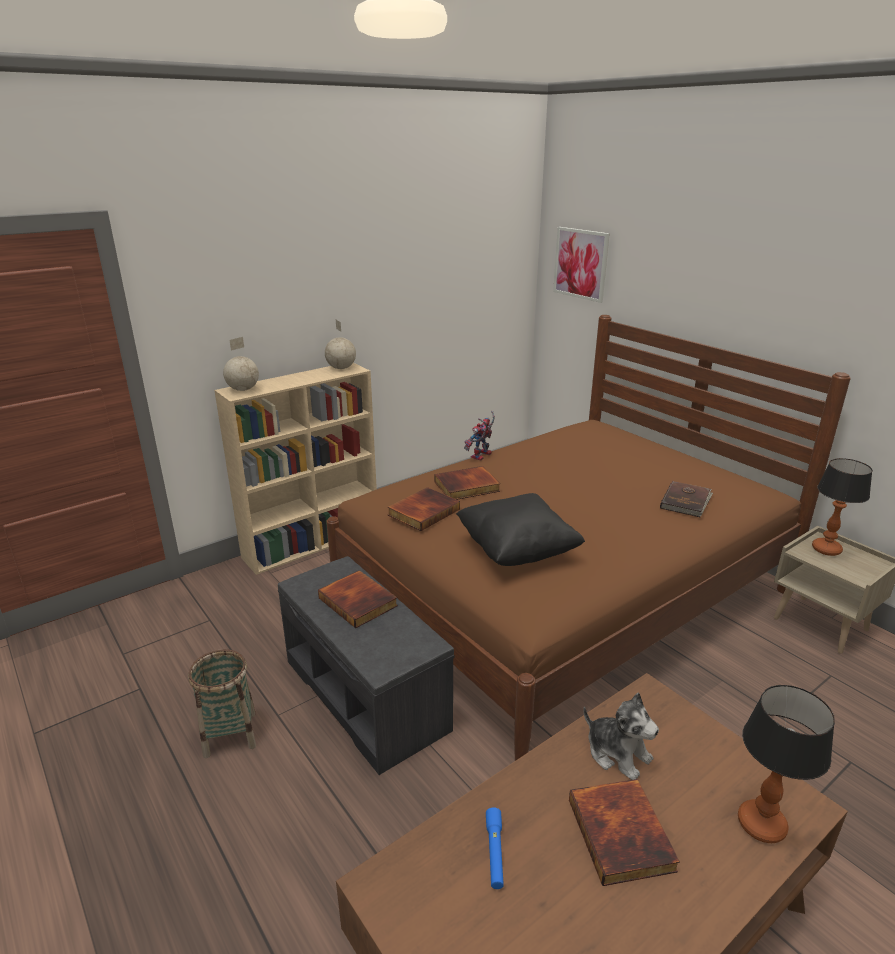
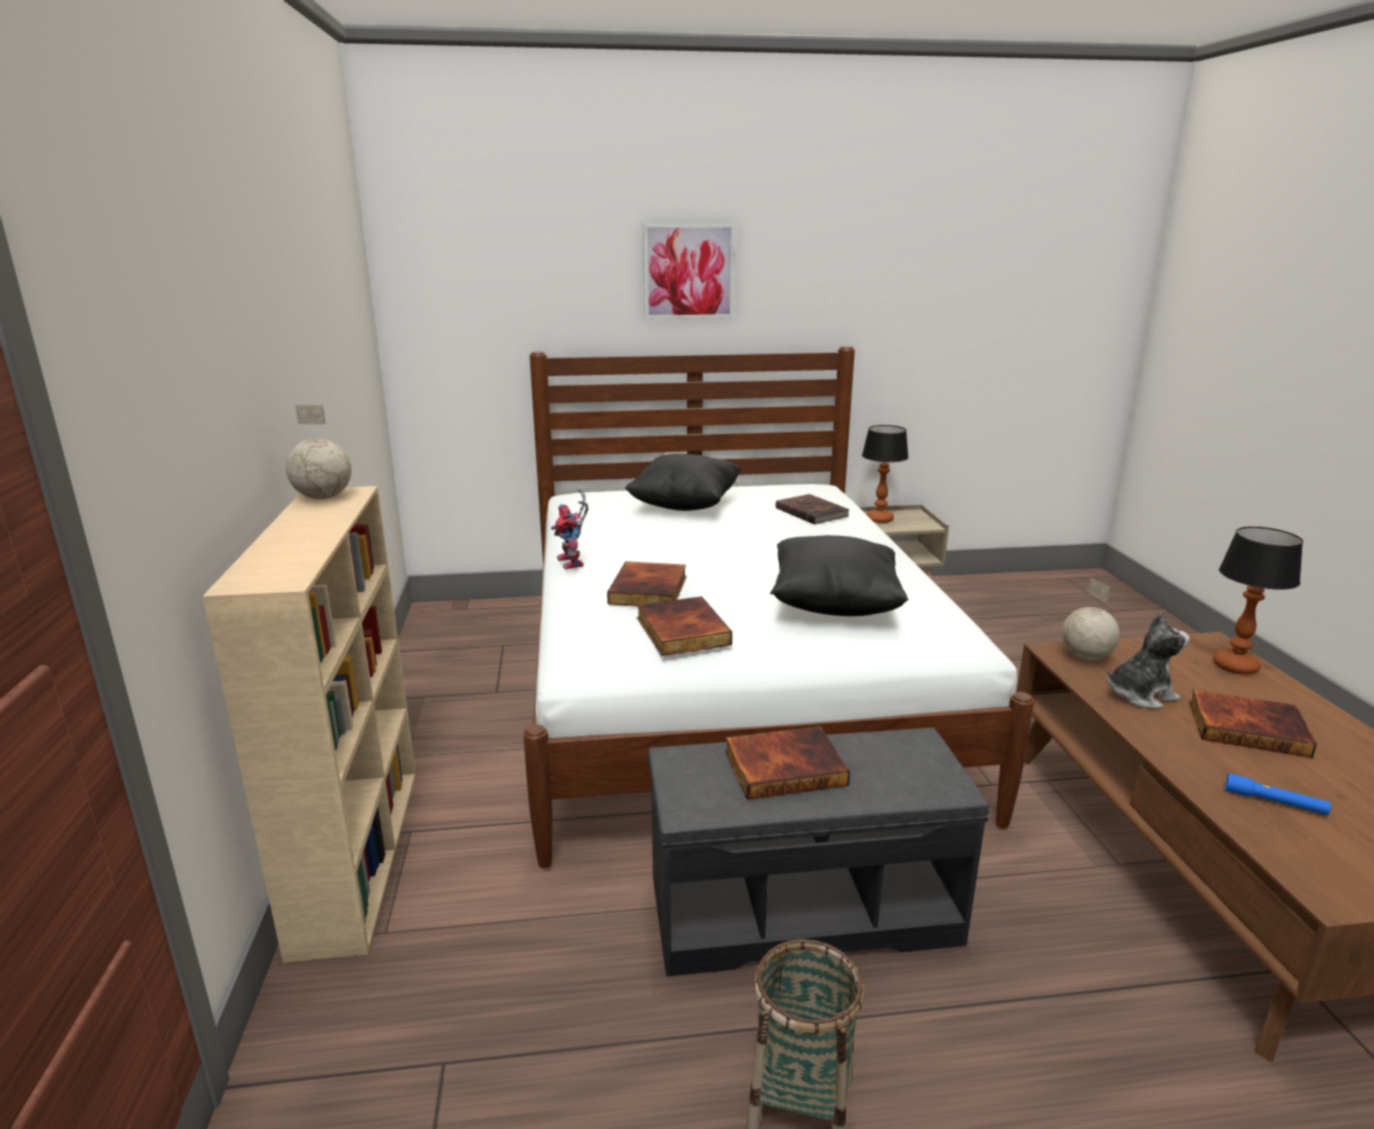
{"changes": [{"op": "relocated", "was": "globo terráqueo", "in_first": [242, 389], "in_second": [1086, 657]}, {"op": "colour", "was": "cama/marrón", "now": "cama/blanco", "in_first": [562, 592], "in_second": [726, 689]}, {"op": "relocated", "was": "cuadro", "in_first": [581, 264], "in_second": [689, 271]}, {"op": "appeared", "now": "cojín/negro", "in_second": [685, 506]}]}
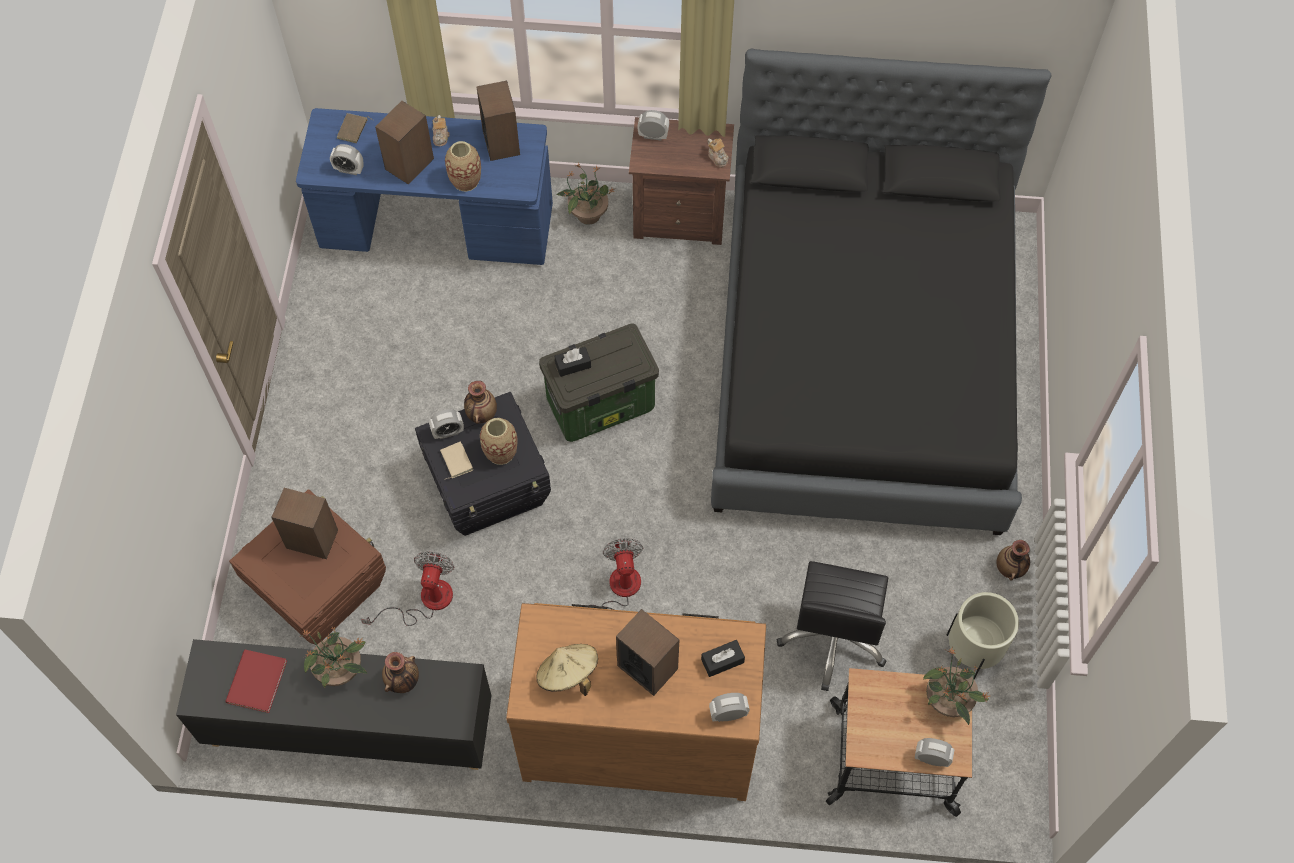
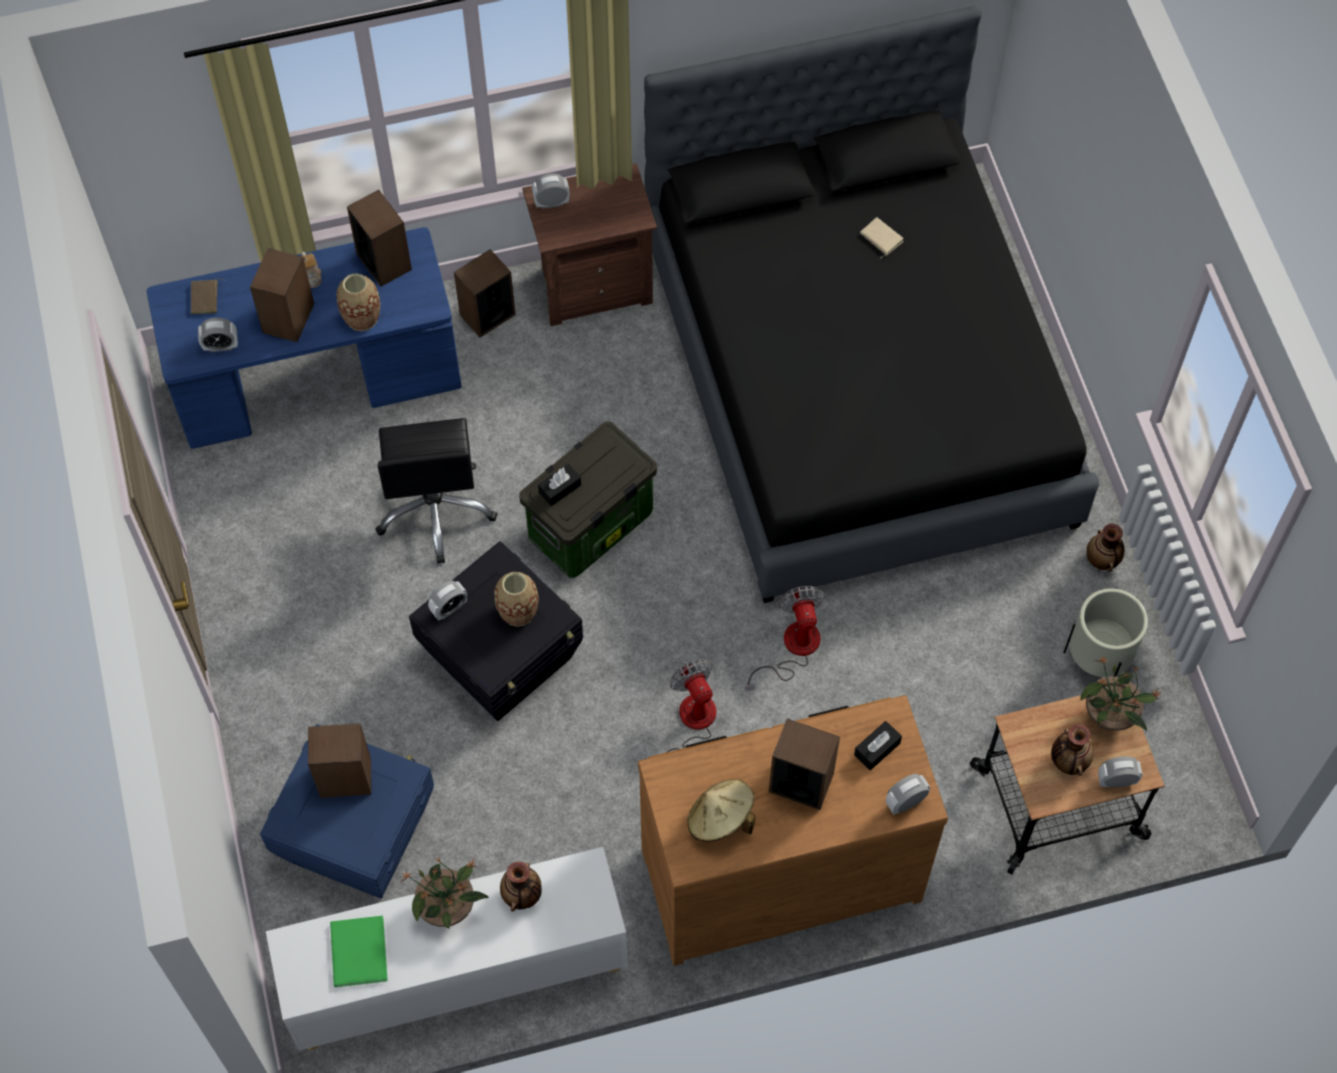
{"changes": [{"op": "colour", "was": "armario/negro", "now": "armario/blanco", "in_first": [349, 726], "in_second": [456, 974]}, {"op": "colour", "was": "libro/rojo", "now": "libro/verde", "in_first": [254, 683], "in_second": [357, 954]}, {"op": "colour", "was": "caja de almacenaje/marrón", "now": "caja de almacenaje/azul", "in_first": [319, 587], "in_second": [356, 833]}, {"op": "relocated", "was": "ventilador", "in_first": [425, 601], "in_second": [792, 649]}, {"op": "relocated", "was": "libro/beis", "in_first": [455, 461], "in_second": [880, 238]}, {"op": "relocated", "was": "florero", "in_first": [481, 414], "in_second": [1068, 761]}, {"op": "exchanged", "was": "planta en maceta", "now": "altavoz", "in_first": [587, 214], "in_second": [487, 314]}, {"op": "missing", "was": "tetera", "in_first": [718, 157]}, {"op": "relocated", "was": "silla de oficina/negro", "in_first": [833, 638], "in_second": [436, 509]}]}
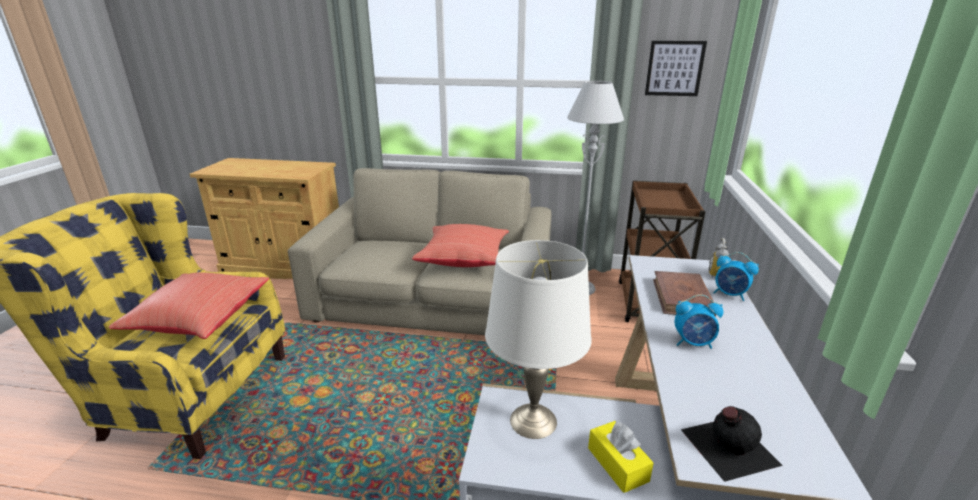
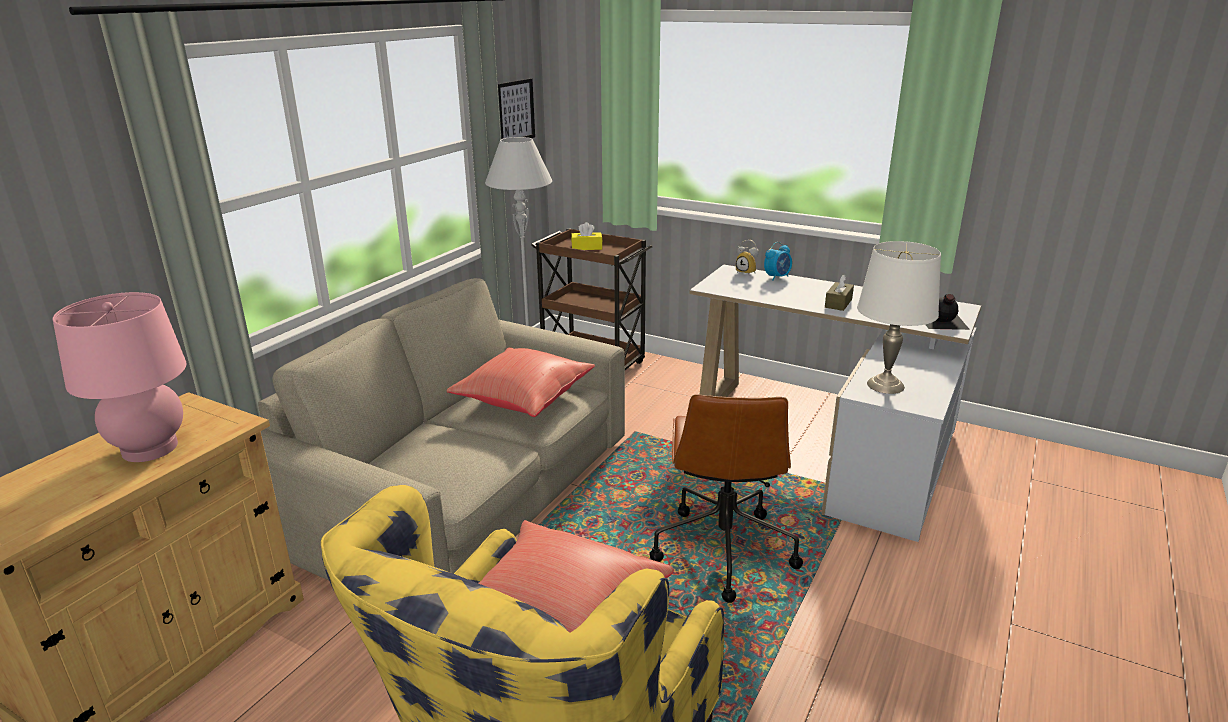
{"changes": [{"op": "relocated", "was": "caja de pañuelos/amarillo", "in_first": [617, 464], "in_second": [586, 247]}, {"op": "missing", "was": "libro/marrón", "in_first": [682, 297]}, {"op": "exchanged", "was": "despertador", "now": "caja de pañuelos/marrón", "in_first": [693, 343], "in_second": [838, 303]}, {"op": "appeared", "now": "lámpara de mesa/rosa", "in_second": [150, 448]}, {"op": "appeared", "now": "silla de oficina/marrón", "in_second": [723, 549]}]}
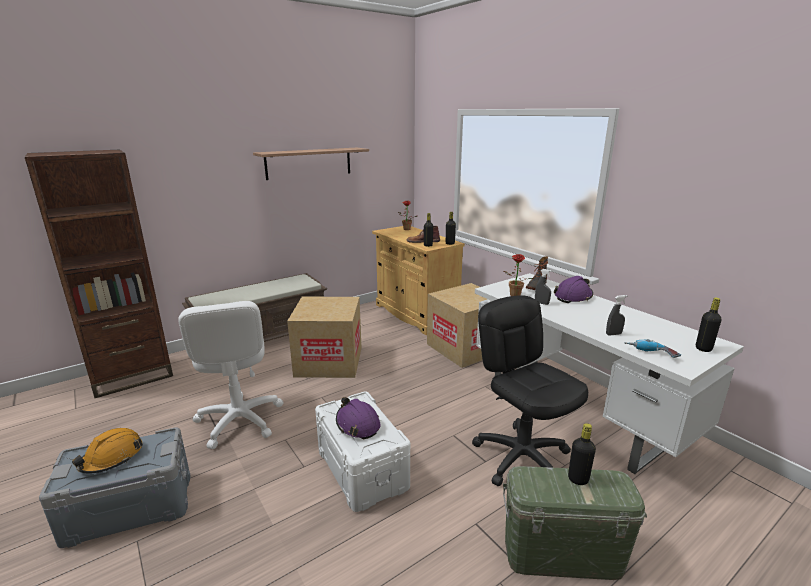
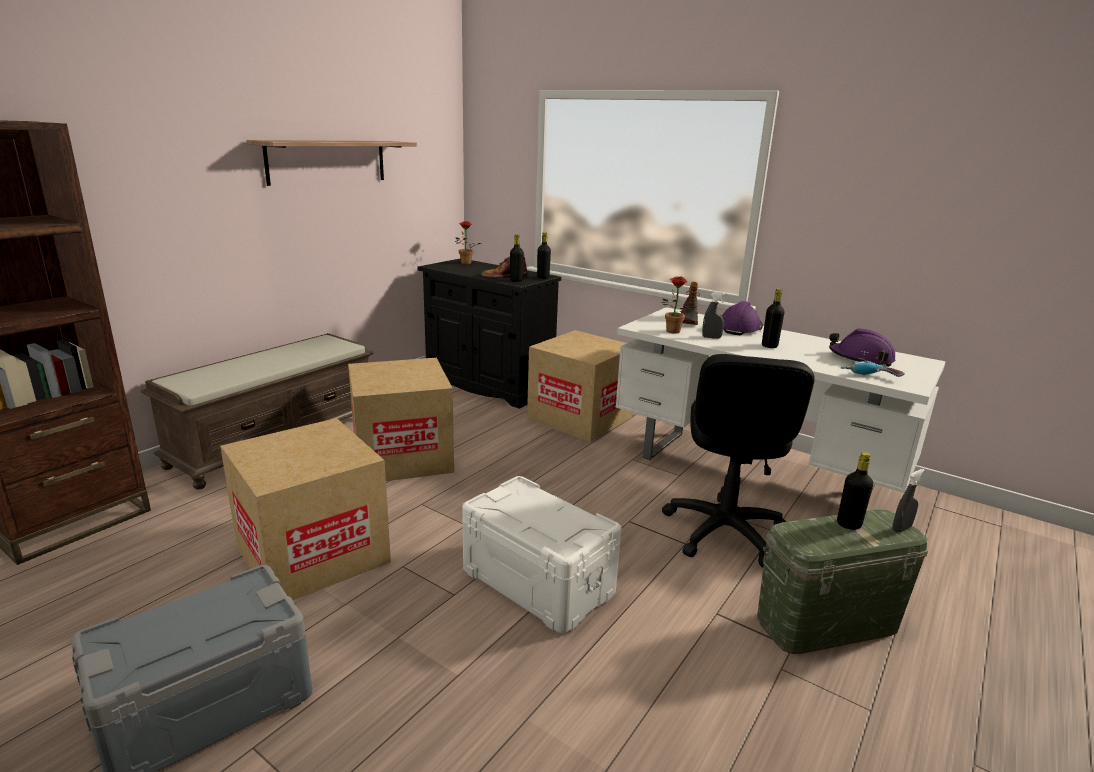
{"changes": [{"op": "missing", "was": "casco/naranja", "in_first": [112, 458]}, {"op": "exchanged", "was": "silla de oficina/blanco", "now": "caja de cartón", "in_first": [239, 420], "in_second": [312, 554]}, {"op": "relocated", "was": "casco/morado", "in_first": [357, 424], "in_second": [860, 359]}, {"op": "colour", "was": "armario/beis", "now": "armario/negro", "in_first": [415, 314], "in_second": [488, 384]}, {"op": "spun", "was": "silla de oficina/negro", "in_first": [522, 457], "in_second": [723, 531], "clockwise": -120}, {"op": "relocated", "was": "pulverizador/gris", "in_first": [613, 334], "in_second": [901, 528]}, {"op": "relocated", "was": "botella/negro", "in_first": [703, 348], "in_second": [769, 346]}]}
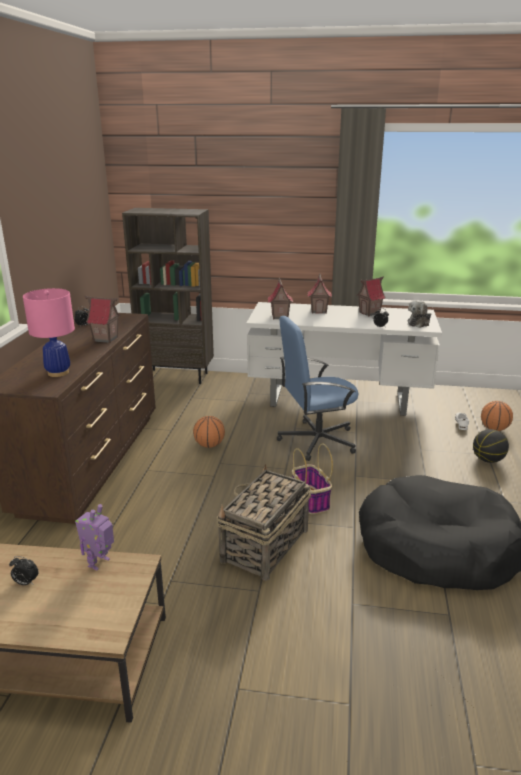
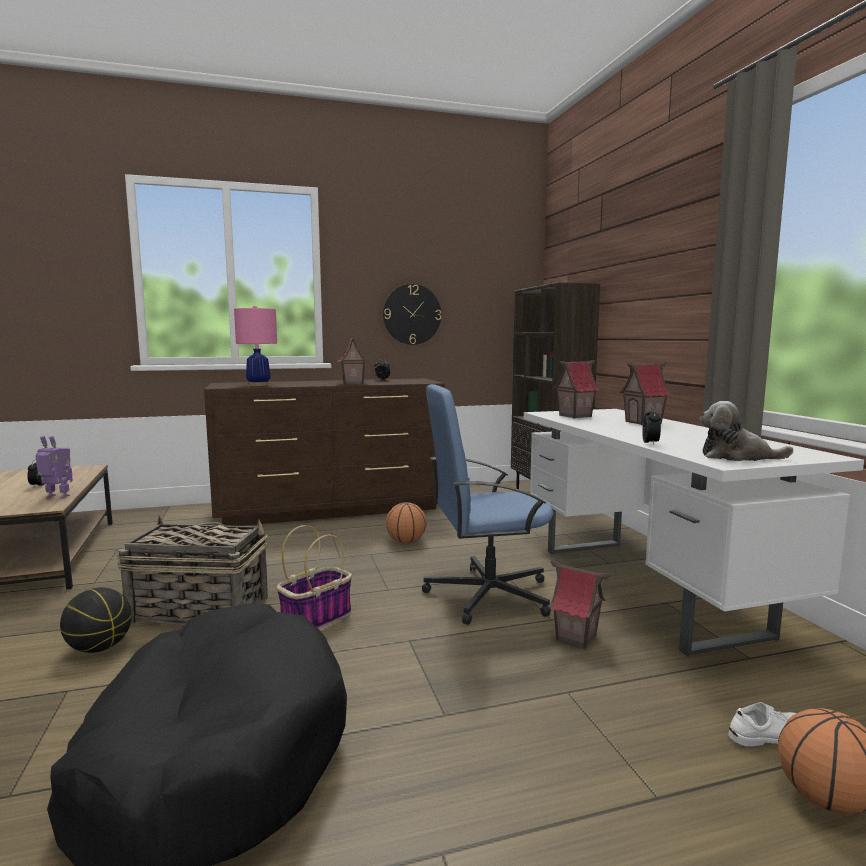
{"changes": [{"op": "spun", "was": "silla de oficina/azul", "in_first": [316, 440], "in_second": [486, 595], "clockwise": -60}, {"op": "relocated", "was": "casita", "in_first": [369, 313], "in_second": [576, 637]}, {"op": "relocated", "was": "balón de baloncesto", "in_first": [487, 460], "in_second": [100, 648]}, {"op": "appeared", "now": "reloj de pared", "in_second": [412, 314]}]}
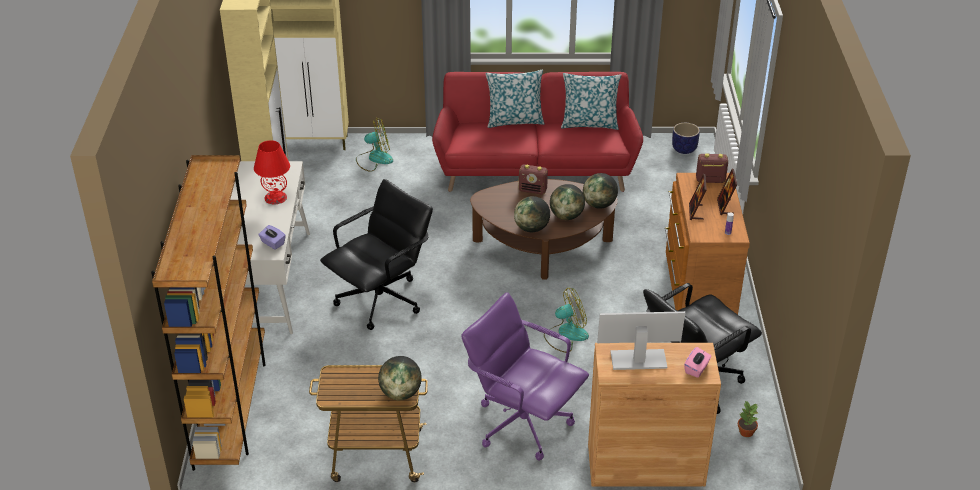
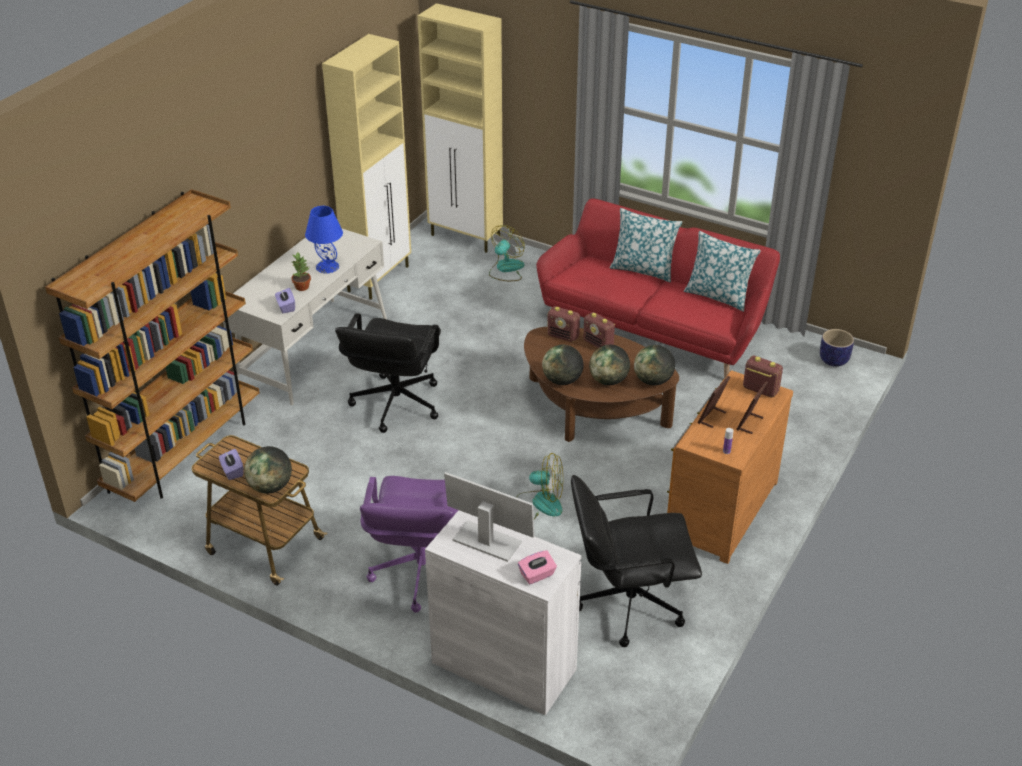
{"changes": [{"op": "colour", "was": "lámpara de mesa/rojo", "now": "lámpara de mesa/azul", "in_first": [275, 198], "in_second": [327, 267]}, {"op": "spun", "was": "silla de oficina/negro", "in_first": [381, 300], "in_second": [395, 404], "clockwise": 120}, {"op": "spun", "was": "ventilador", "in_first": [374, 159], "in_second": [506, 269], "clockwise": -75}, {"op": "spun", "was": "silla de oficina/morado", "in_first": [523, 423], "in_second": [421, 573], "clockwise": -150}, {"op": "colour", "was": "armario/marrón", "now": "armario/blanco", "in_first": [645, 465], "in_second": [504, 666]}, {"op": "relocated", "was": "planta en maceta", "in_first": [745, 432], "in_second": [302, 286]}, {"op": "appeared", "now": "caja de pañuelos/morado", "in_second": [232, 471]}, {"op": "appeared", "now": "radio", "in_second": [563, 336]}]}
